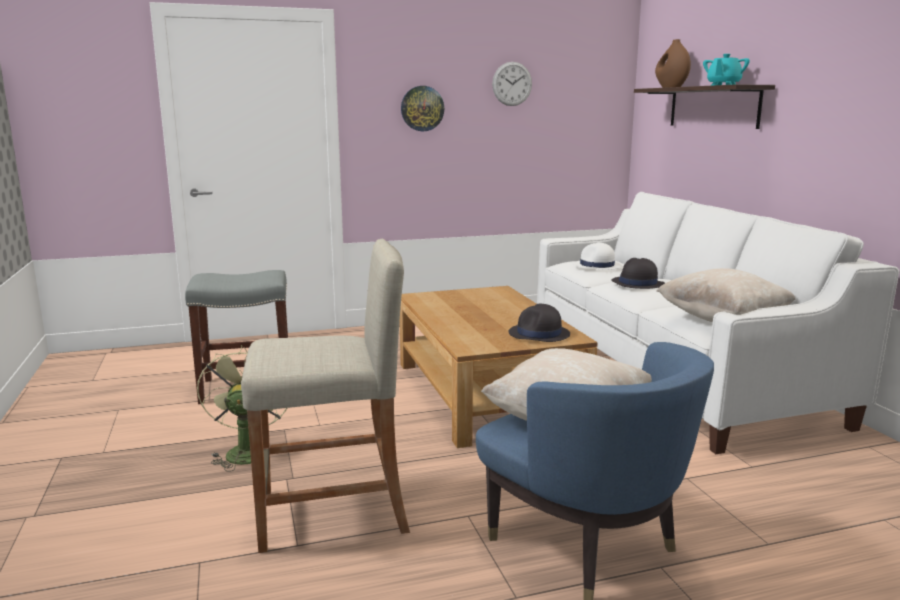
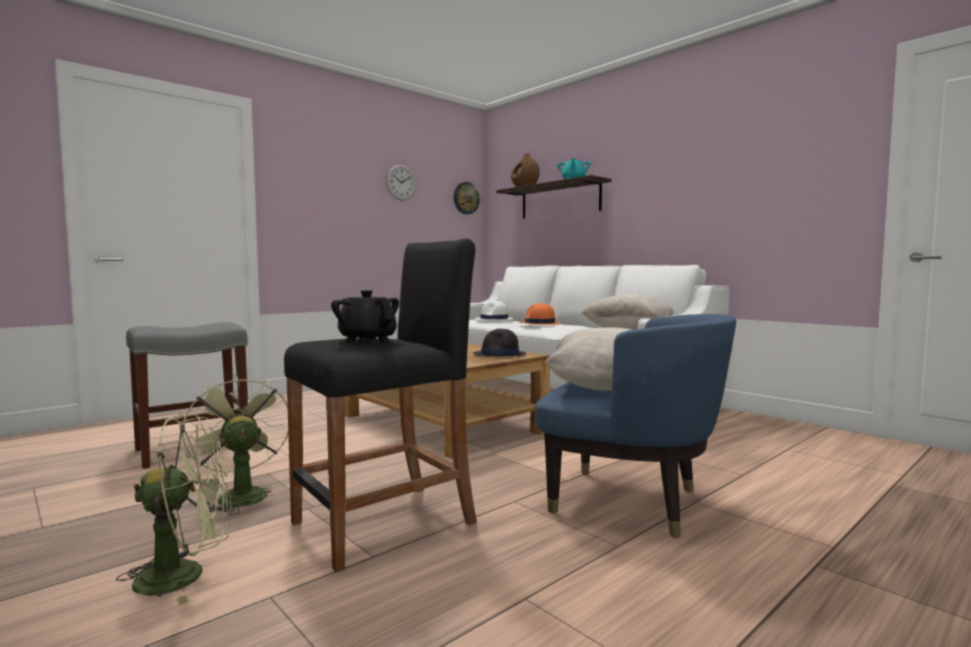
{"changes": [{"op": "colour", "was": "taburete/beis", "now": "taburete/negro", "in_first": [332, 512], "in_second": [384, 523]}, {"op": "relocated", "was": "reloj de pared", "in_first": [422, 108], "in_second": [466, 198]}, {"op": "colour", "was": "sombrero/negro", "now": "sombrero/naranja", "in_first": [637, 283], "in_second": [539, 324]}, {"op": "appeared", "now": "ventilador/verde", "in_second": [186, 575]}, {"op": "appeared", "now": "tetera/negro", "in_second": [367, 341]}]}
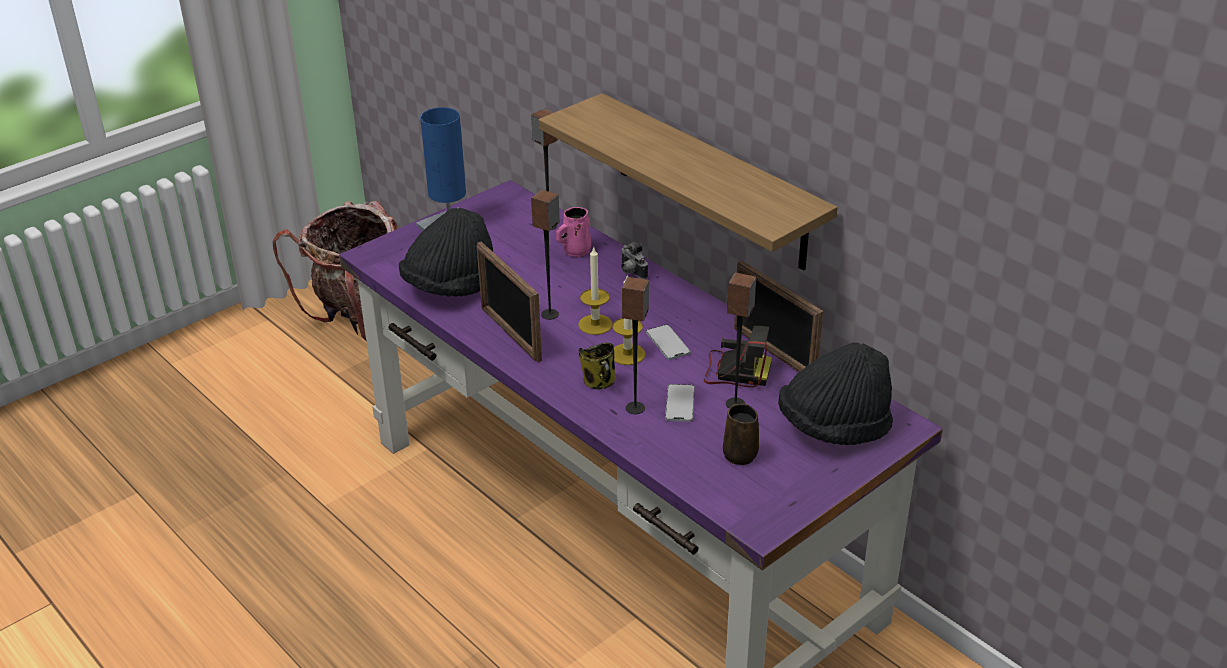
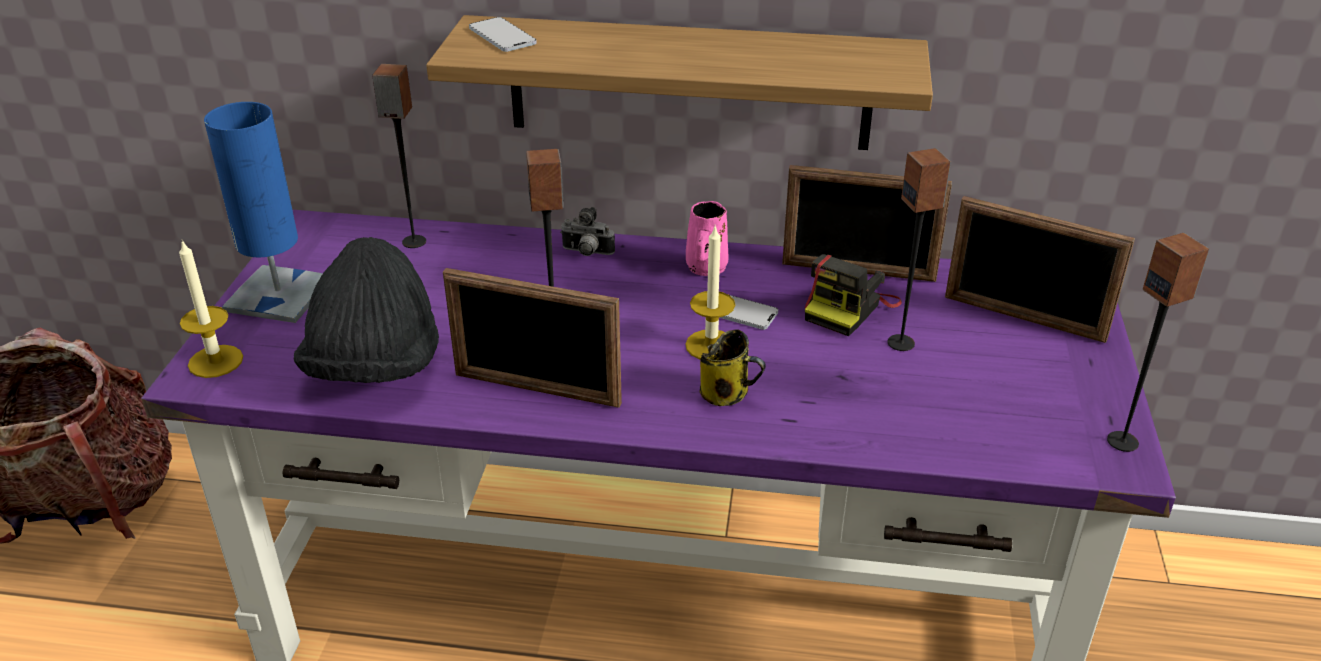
{"changes": [{"op": "relocated", "was": "taza grande/rosa", "in_first": [575, 251], "in_second": [705, 268]}, {"op": "relocated", "was": "vela", "in_first": [595, 324], "in_second": [215, 361]}, {"op": "relocated", "was": "altavoz", "in_first": [635, 408], "in_second": [1123, 441]}, {"op": "relocated", "was": "móvil", "in_first": [680, 404], "in_second": [502, 36]}, {"op": "spun", "was": "cámara", "in_first": [735, 371], "in_second": [849, 308], "clockwise": 150}, {"op": "missing", "was": "taza grande/marrón", "in_first": [739, 453]}, {"op": "exchanged", "was": "sombrero/negro", "now": "portarretratos", "in_first": [833, 427], "in_second": [1023, 318]}]}
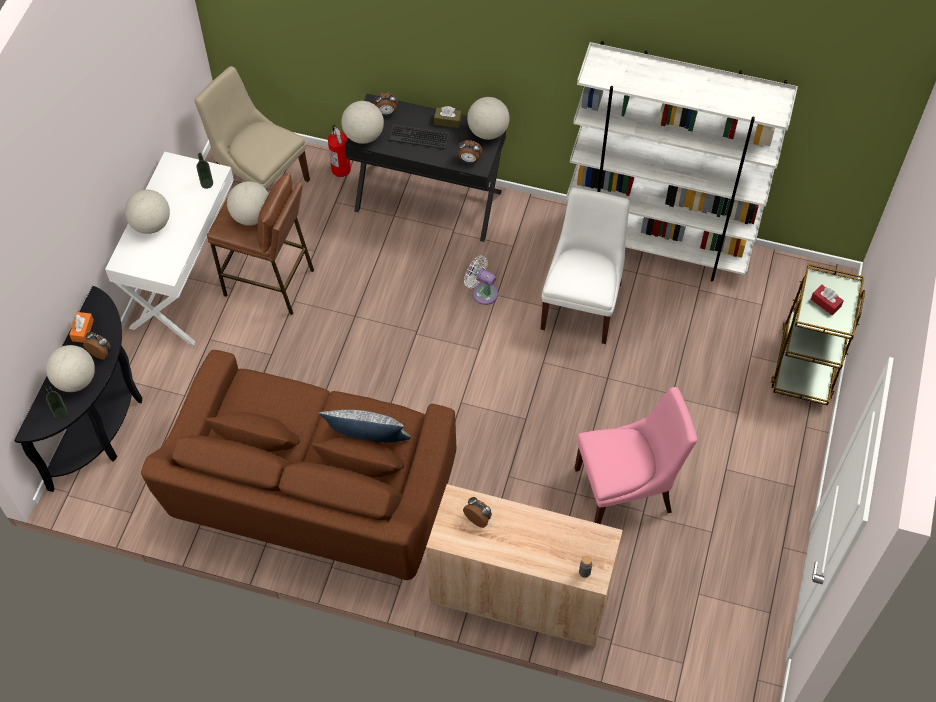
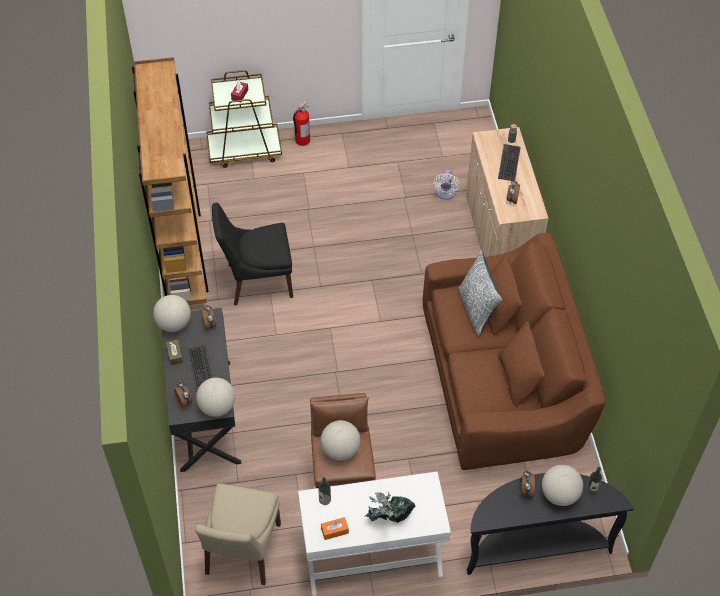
{"changes": [{"op": "relocated", "was": "caja de pañuelos/naranja", "in_first": [83, 330], "in_second": [334, 531]}, {"op": "exchanged", "was": "globo terráqueo", "now": "planta en maceta", "in_first": [151, 224], "in_second": [388, 520]}, {"op": "relocated", "was": "extintor", "in_first": [341, 169], "in_second": [302, 140]}, {"op": "relocated", "was": "ventilador/blanco", "in_first": [482, 292], "in_second": [445, 194]}, {"op": "colour", "was": "silla/blanco", "now": "silla/negro", "in_first": [582, 303], "in_second": [257, 281]}, {"op": "colour", "was": "estantería/blanco", "now": "estantería/marrón", "in_first": [657, 246], "in_second": [183, 254]}, {"op": "missing", "was": "silla/rosa", "in_first": [626, 489]}, {"op": "appeared", "now": "teclado", "in_second": [509, 163]}]}
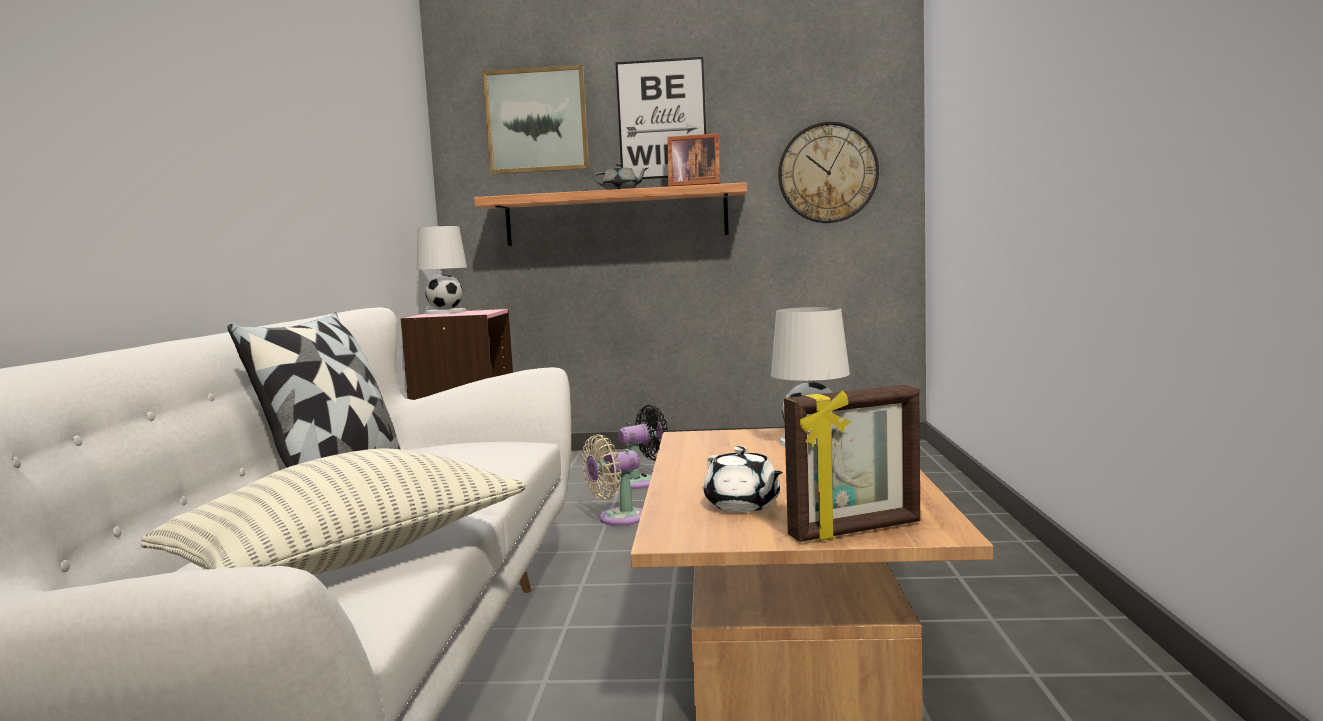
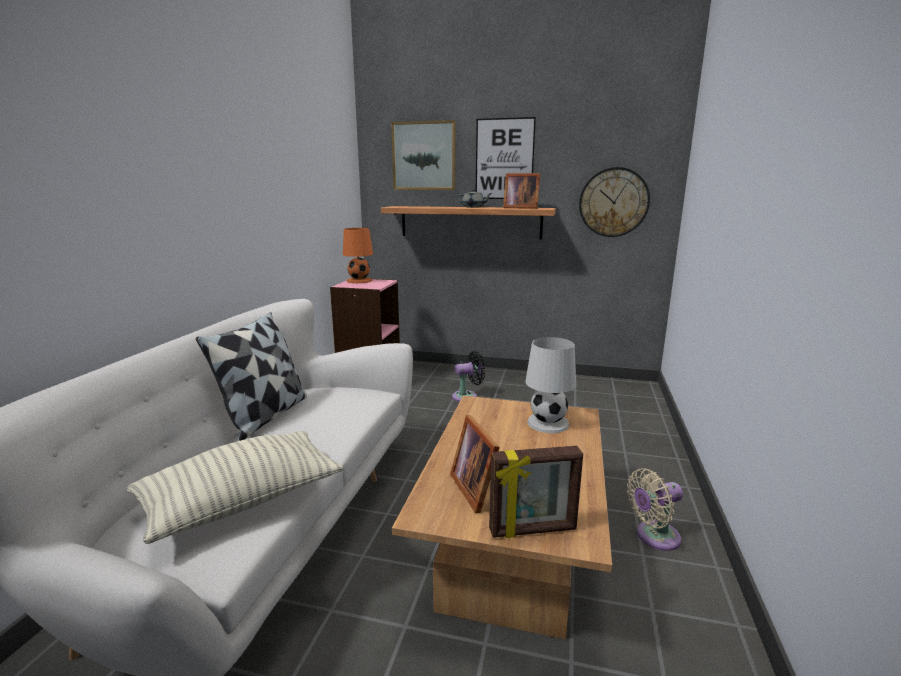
{"changes": [{"op": "colour", "was": "lámpara de mesa/blanco", "now": "lámpara de mesa/naranja", "in_first": [445, 312], "in_second": [359, 281]}, {"op": "relocated", "was": "ventilador/beis", "in_first": [617, 519], "in_second": [654, 537]}, {"op": "exchanged", "was": "tetera/blanco", "now": "portarretratos", "in_first": [743, 505], "in_second": [476, 488]}]}
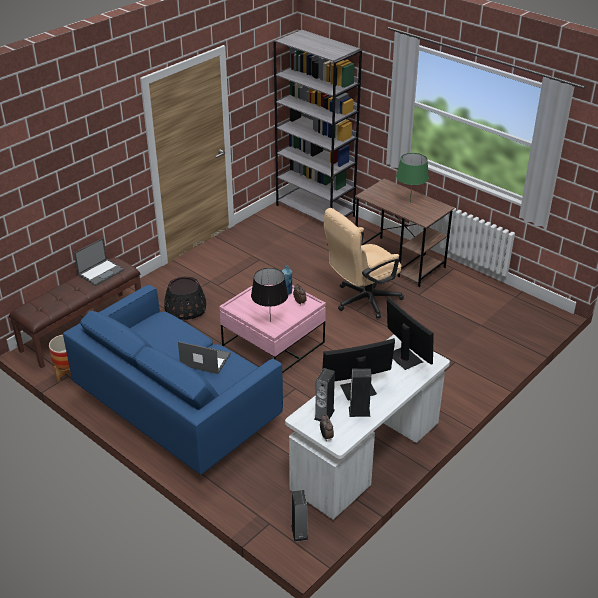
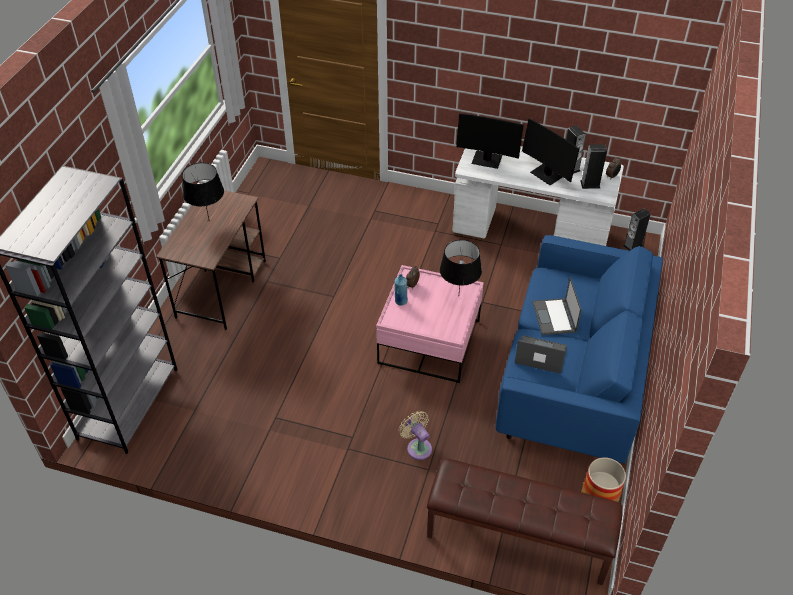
{"changes": [{"op": "relocated", "was": "portátil", "in_first": [101, 272], "in_second": [540, 355]}, {"op": "exchanged", "was": "maceta/negro", "now": "ventilador/beis", "in_first": [185, 309], "in_second": [417, 447]}, {"op": "missing", "was": "silla de oficina/beis", "in_first": [361, 301]}, {"op": "spun", "was": "monitor", "in_first": [404, 358], "in_second": [487, 160], "clockwise": -105}, {"op": "colour", "was": "lámpara de mesa/verde", "now": "lámpara de mesa/negro", "in_first": [410, 202], "in_second": [209, 220]}]}
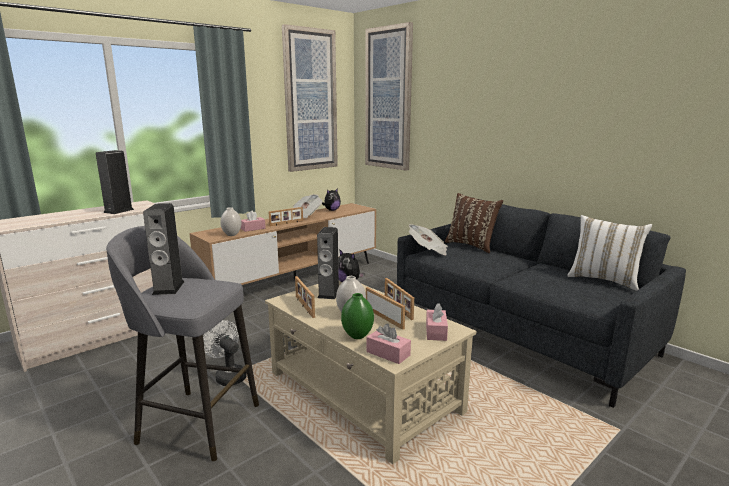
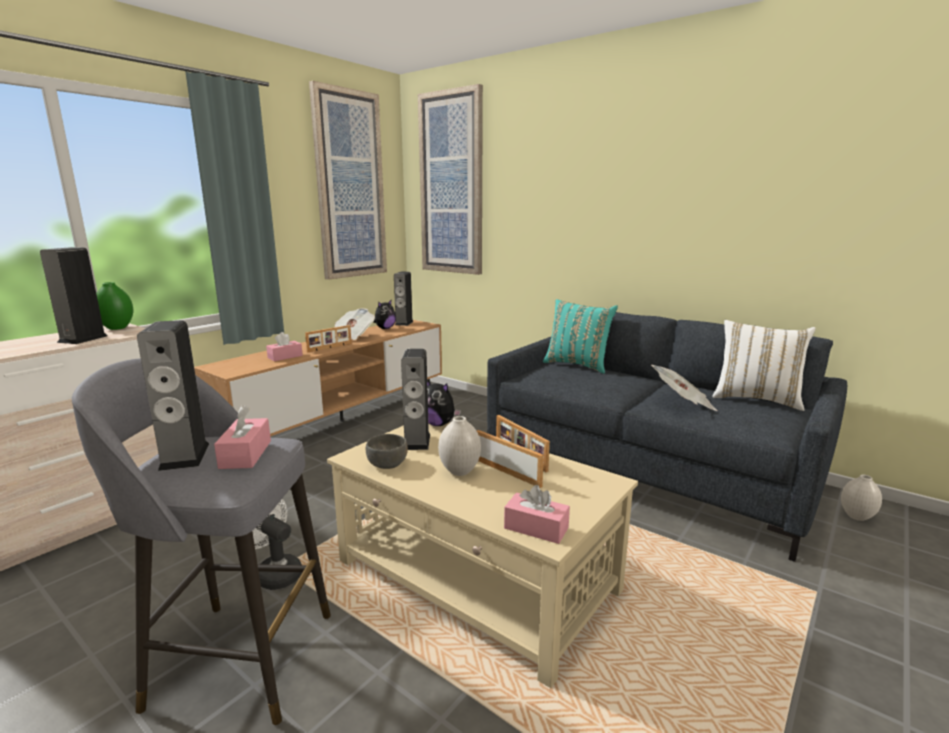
{"changes": [{"op": "relocated", "was": "florero/blanco", "in_first": [232, 235], "in_second": [857, 517]}, {"op": "exchanged", "was": "portarretratos", "now": "cuenco/gris", "in_first": [304, 306], "in_second": [388, 464]}, {"op": "relocated", "was": "florero/verde", "in_first": [358, 335], "in_second": [118, 328]}, {"op": "relocated", "was": "periódico", "in_first": [428, 250], "in_second": [682, 403]}, {"op": "relocated", "was": "caja de pañuelos/rosa", "in_first": [436, 331], "in_second": [245, 454]}, {"op": "colour", "was": "cojín/marrón", "now": "cojín/turquesa", "in_first": [471, 245], "in_second": [577, 365]}, {"op": "appeared", "now": "altavoz", "in_second": [404, 323]}]}
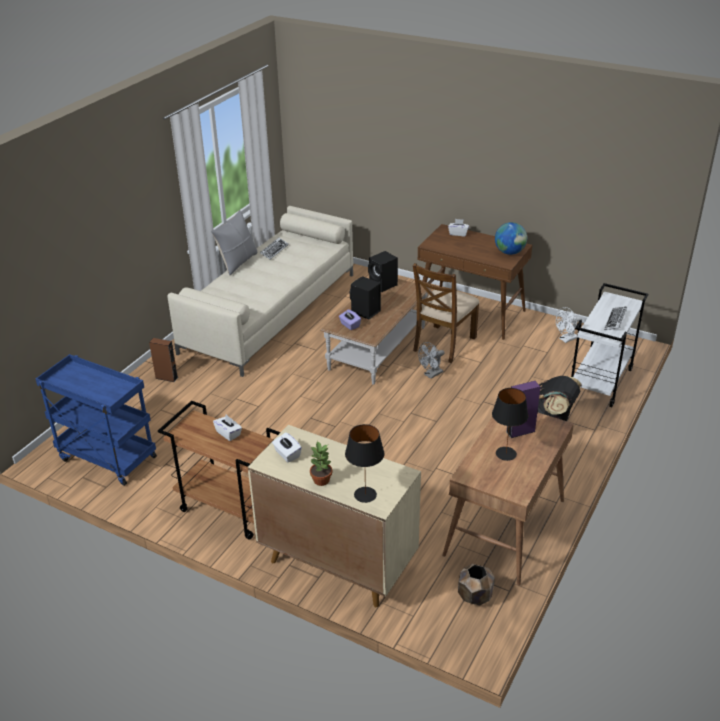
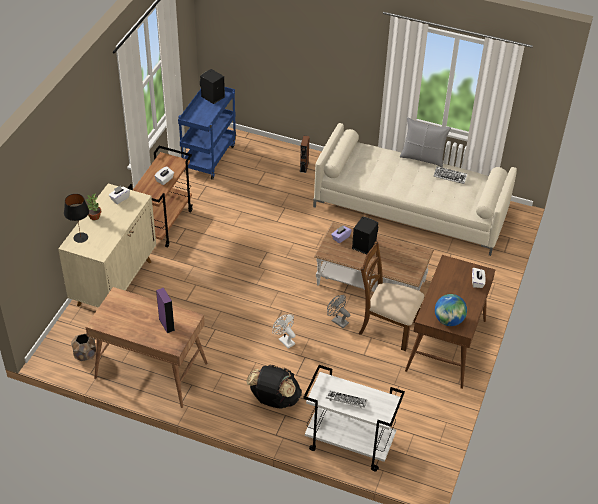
{"changes": [{"op": "relocated", "was": "altavoz/negro", "in_first": [383, 285], "in_second": [212, 97]}, {"op": "missing", "was": "lámpara de mesa/negro", "in_first": [506, 453]}, {"op": "relocated", "was": "ventilador/blanco", "in_first": [566, 339], "in_second": [284, 340]}]}
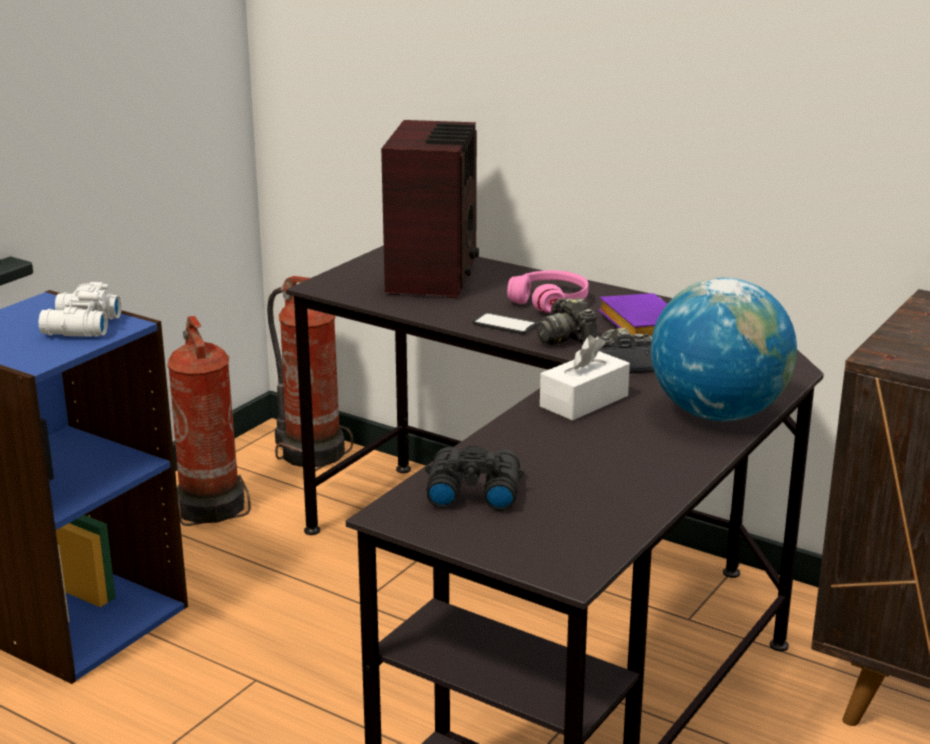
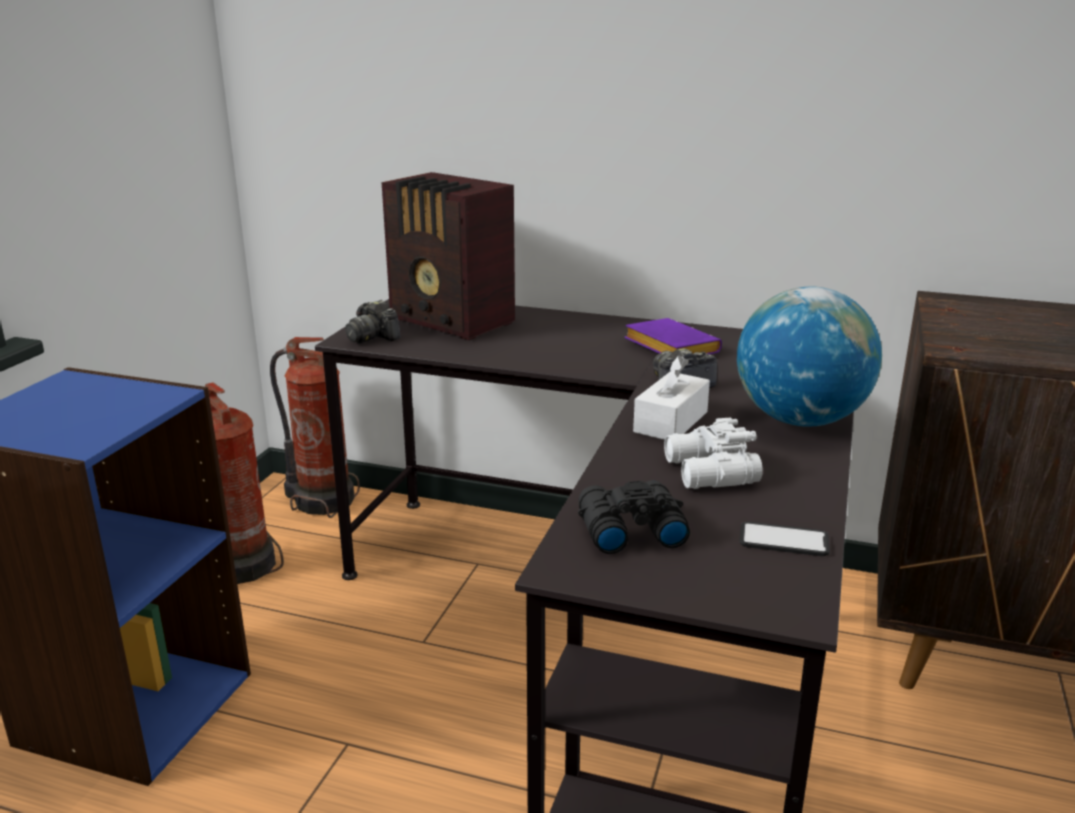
{"changes": [{"op": "relocated", "was": "prismáticos/blanco", "in_first": [79, 327], "in_second": [708, 473]}, {"op": "spun", "was": "radio", "in_first": [434, 276], "in_second": [452, 322], "clockwise": 135}, {"op": "relocated", "was": "móvil", "in_first": [504, 324], "in_second": [783, 540]}, {"op": "missing", "was": "auriculares/rosa", "in_first": [549, 301]}, {"op": "relocated", "was": "cámara", "in_first": [566, 338], "in_second": [372, 337]}]}
